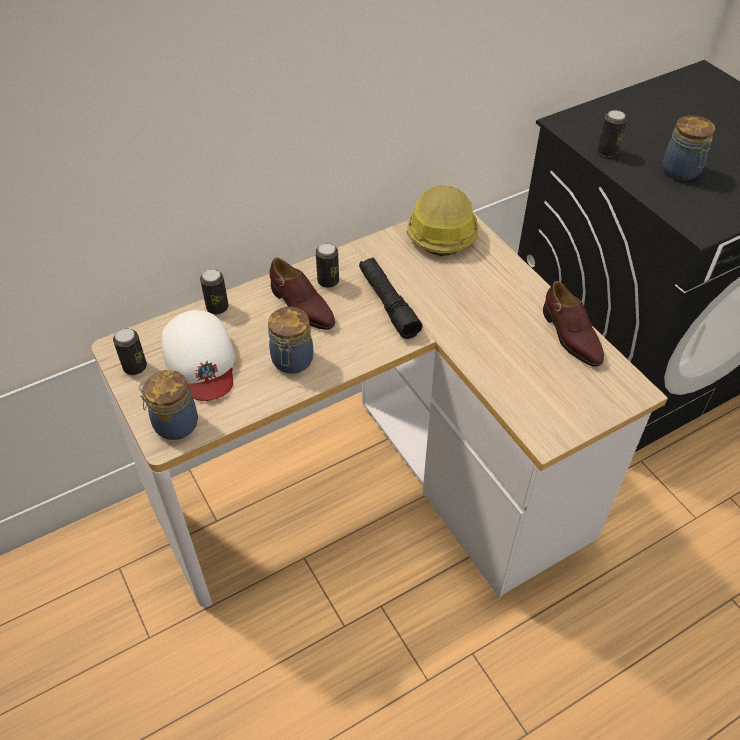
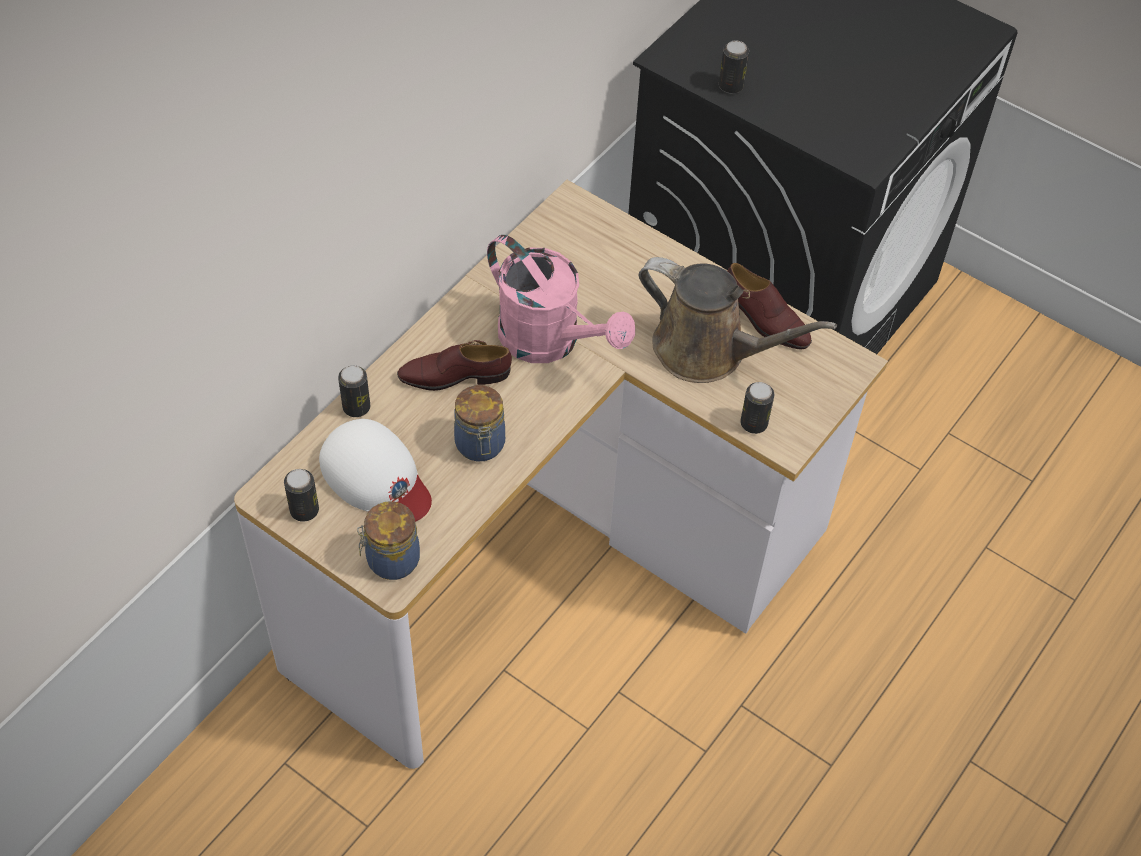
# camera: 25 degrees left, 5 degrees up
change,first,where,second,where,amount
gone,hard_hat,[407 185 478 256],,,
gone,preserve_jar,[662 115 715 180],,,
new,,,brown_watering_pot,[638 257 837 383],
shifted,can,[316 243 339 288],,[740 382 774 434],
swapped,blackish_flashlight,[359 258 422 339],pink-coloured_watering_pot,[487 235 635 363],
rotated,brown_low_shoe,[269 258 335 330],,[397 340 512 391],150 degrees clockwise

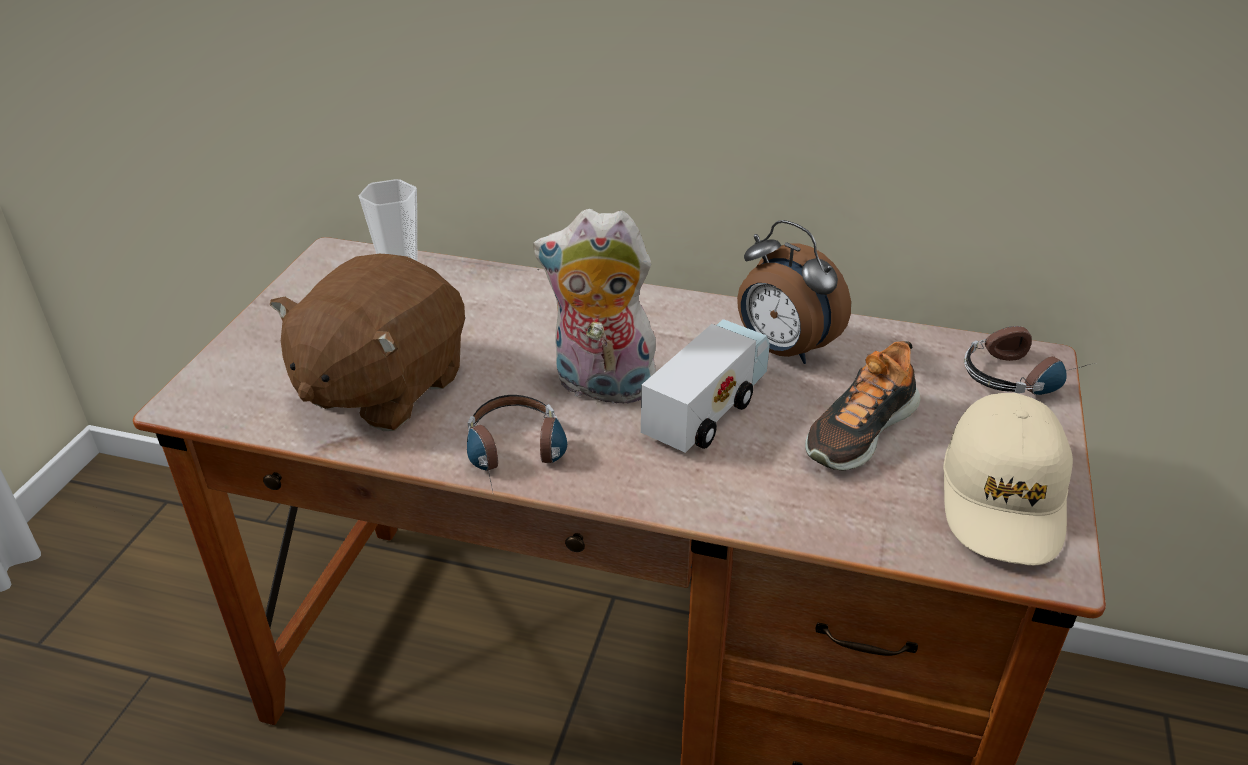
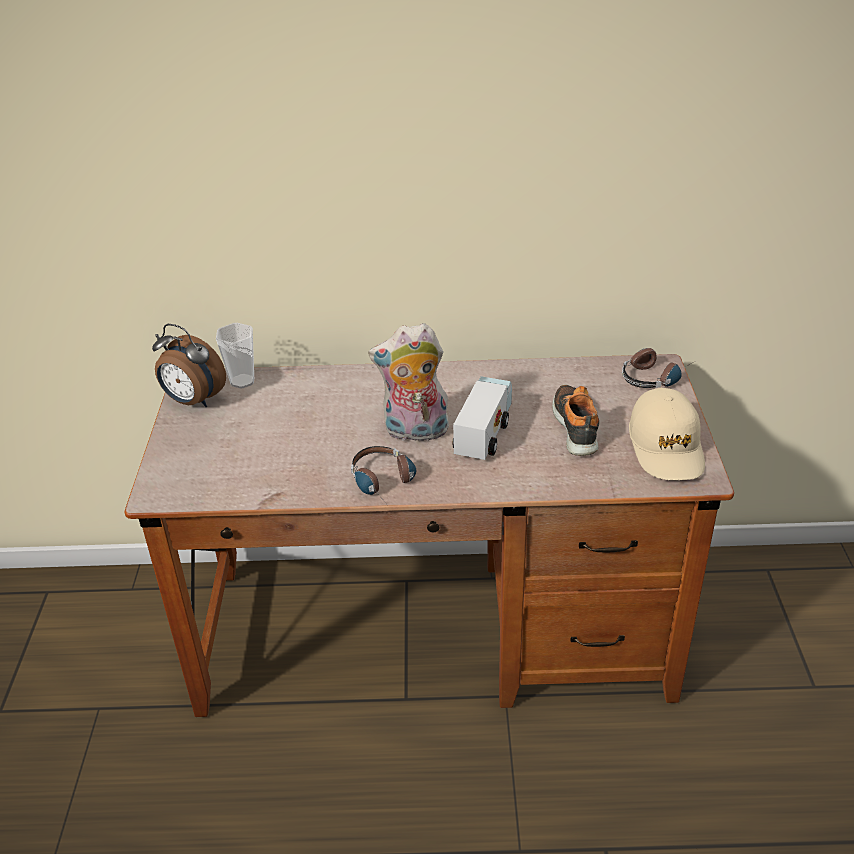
# camera: 15 degrees left, 0 degrees up
change,first,where,second,where,amount
gone,brown_cuddly_toy,[270 254 465 431],,,
shifted,table_clock,[737 220 851 364],,[152 324 226 407],
rotated,low_shoe,[805 341 921 471],,[552 385 599 456],150 degrees clockwise

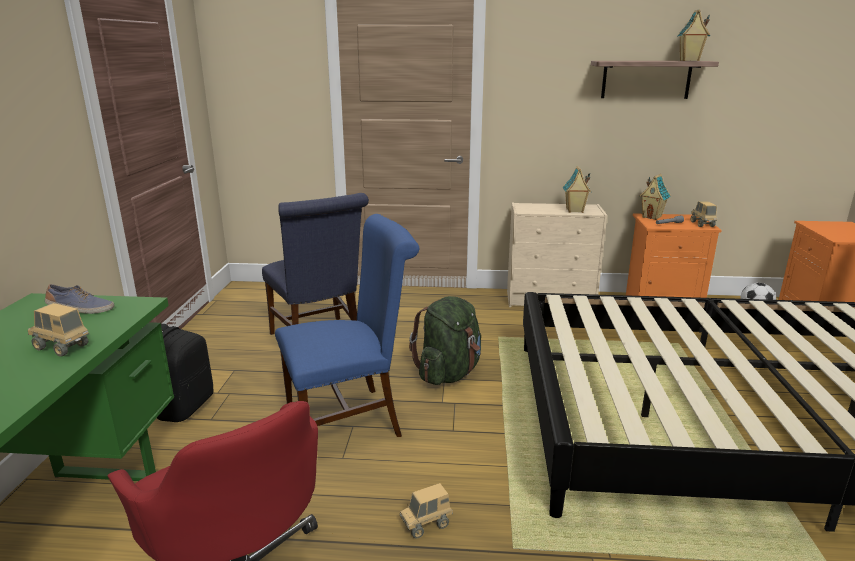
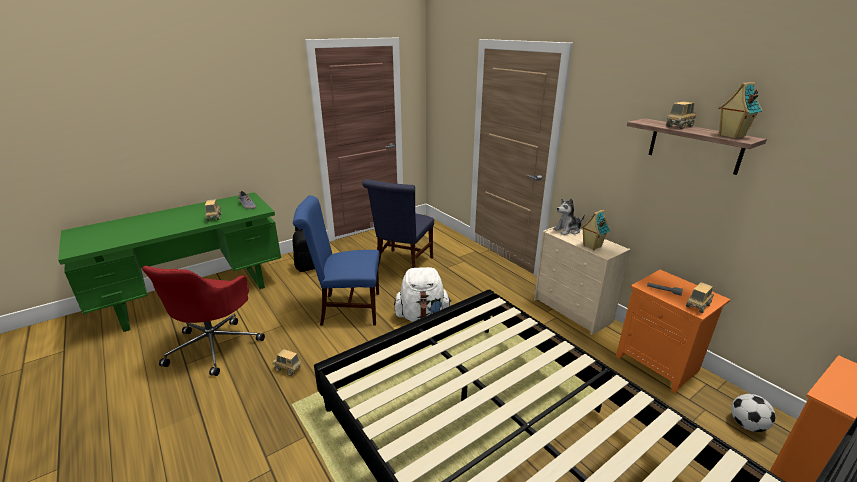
# camera: 50 degrees right, 5 degrees up
change,first,where,second,where,amount
gone,model_house,[639 174 671 220],,,
new,,,cuddly_toy,[553 198 585 235],
new,,,toy_truck,[666 101 696 129],
repainted,green_knapsack,[409 296 481 385],whitish_knapsack,[394 267 451 322],
rotated,bluish_chair,[275 214 419 437],,[293 195 380 326],150 degrees clockwise

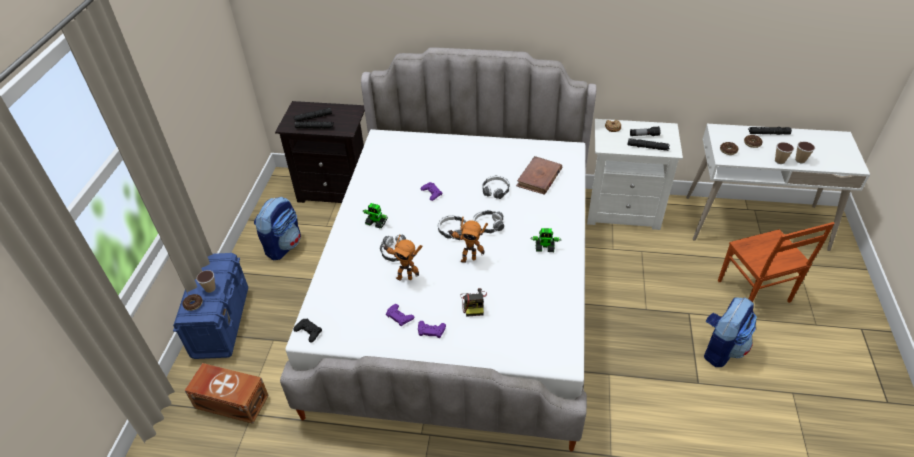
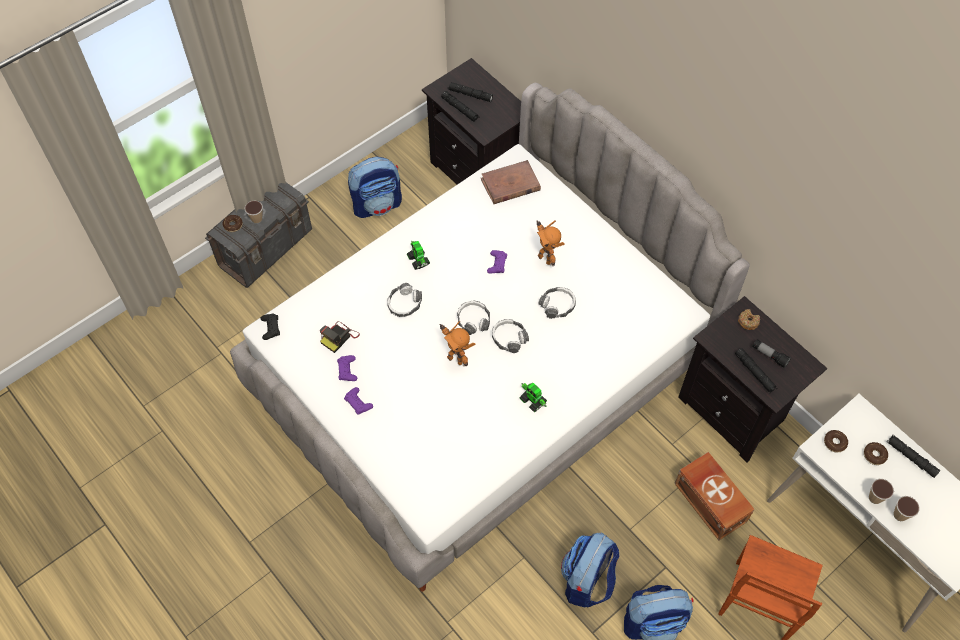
# camera: 40 degrees right, 15 degrees up
change,first,where,second,where,amount
new,,,knapsack,[561 533 620 607],
shifted,brown_storage_bin,[184 363 269 424],,[674 452 755 540],
shifted,robot_figure,[382 235 423 281],,[536 220 565 267],
shifted,still_camera,[461 288 487 317],,[320 321 360 353],
shifted,brown_volume,[516 156 562 195],,[480 160 541 204],
repainted,bluish_storage_bin,[173 253 248 359],gray_storage_bin,[205 182 312 288],
repainted,whitish_nightstand,[587 119 683 230],blackish_nightstand,[678 296 827 463],

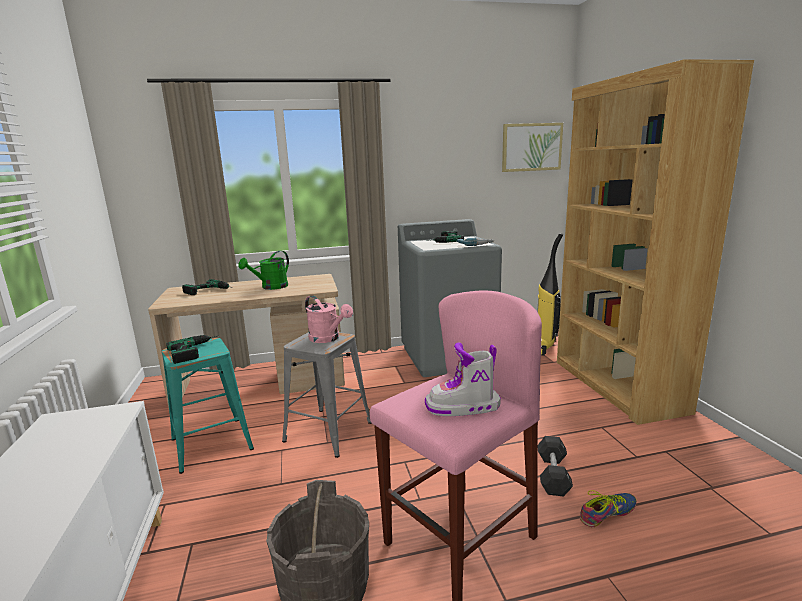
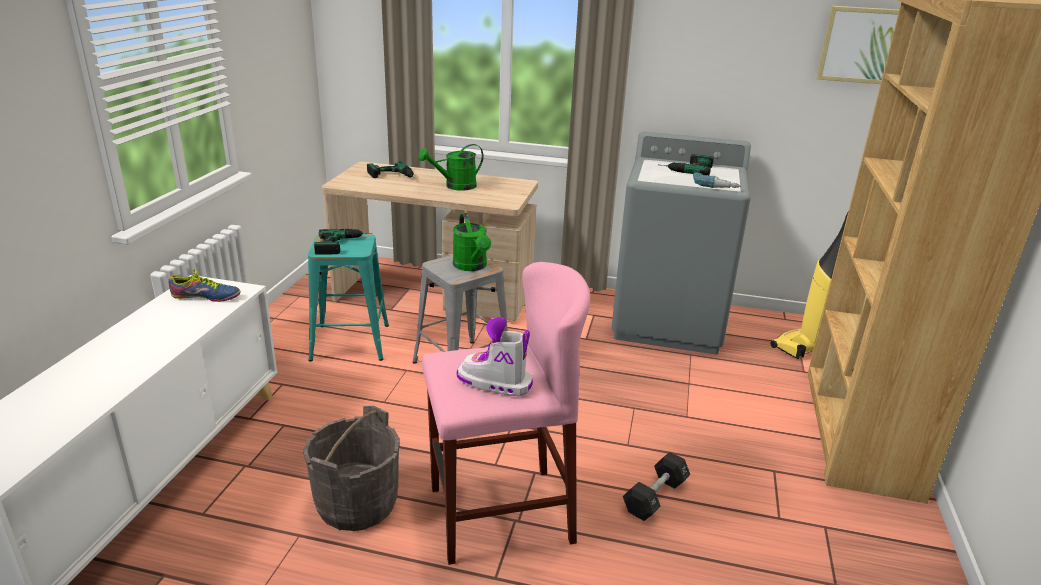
# camera: 25 degrees right, 10 degrees up
change,first,where,second,where,amount
shifted,low_shoe,[580 490 637 527],,[168 270 240 302],
repainted,pink-coloured_watering_pot,[305 295 353 343],green_watering_pot,[453 213 491 271],

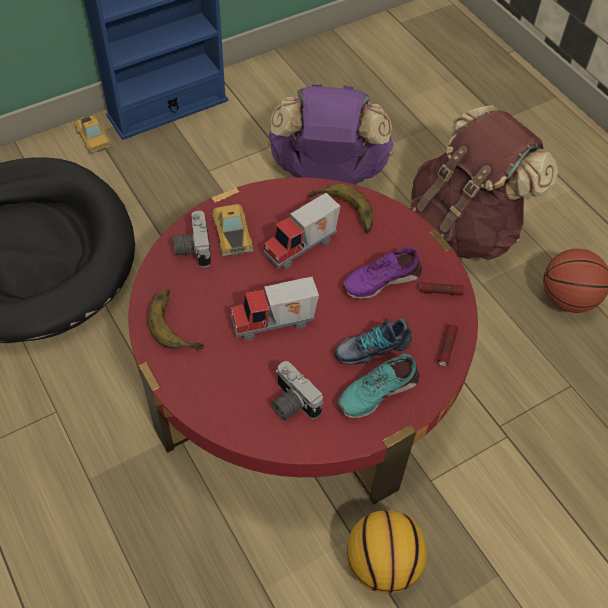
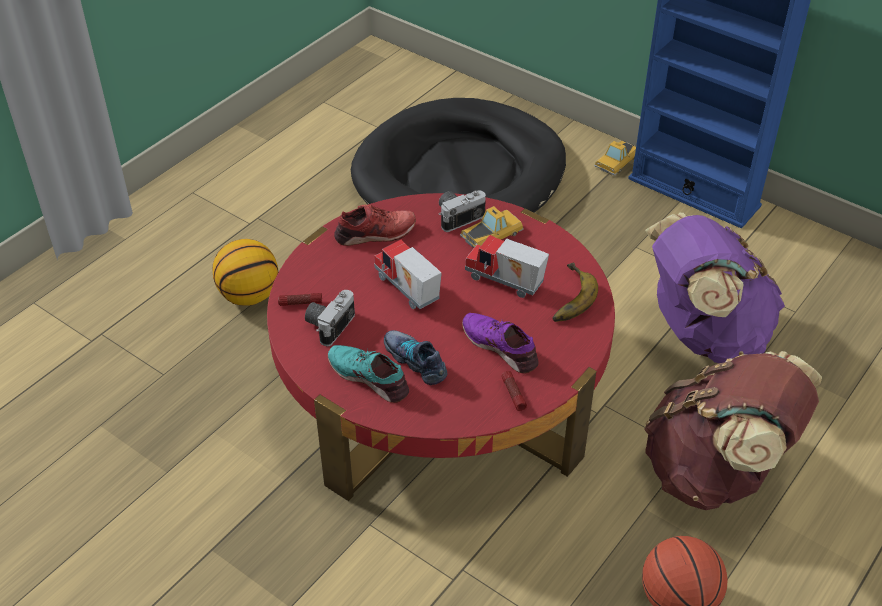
# camera: 70 degrees right, 10 degrees down
change,first,where,second,where,amount
shifted,ball_for_basketball,[347 510 427 593],,[213 239 278 306],
shifted,flashlight,[438 324 458 366],,[278 293 322 306],
swapped,banana,[148 290 204 351],red-coloured_low_shoe,[334 205 416 246],

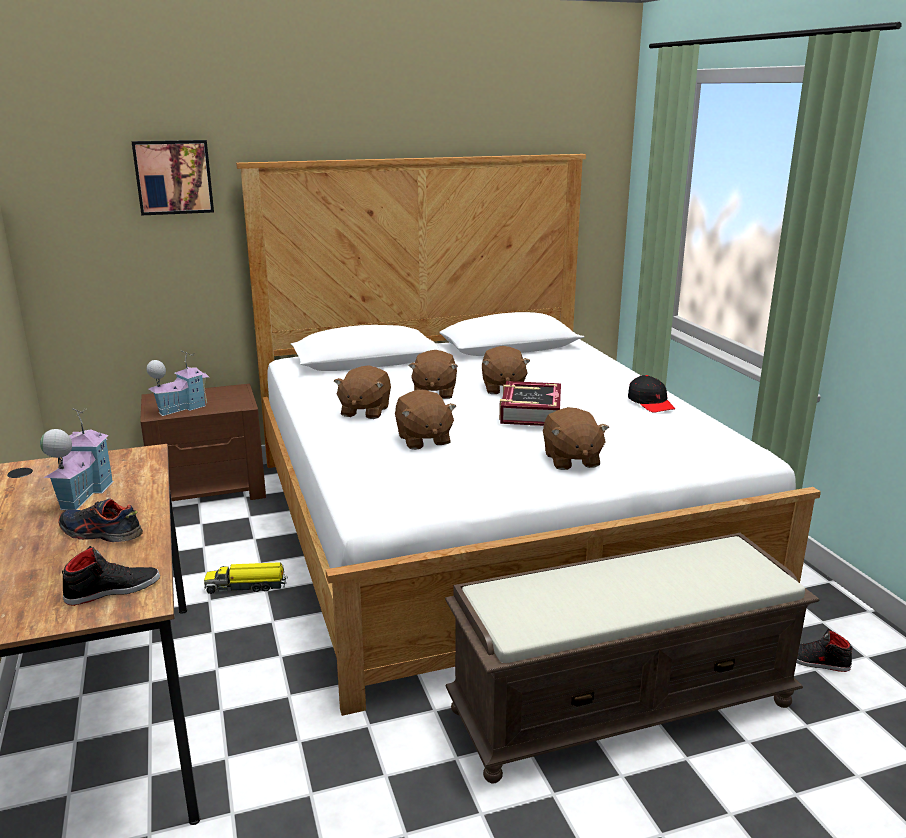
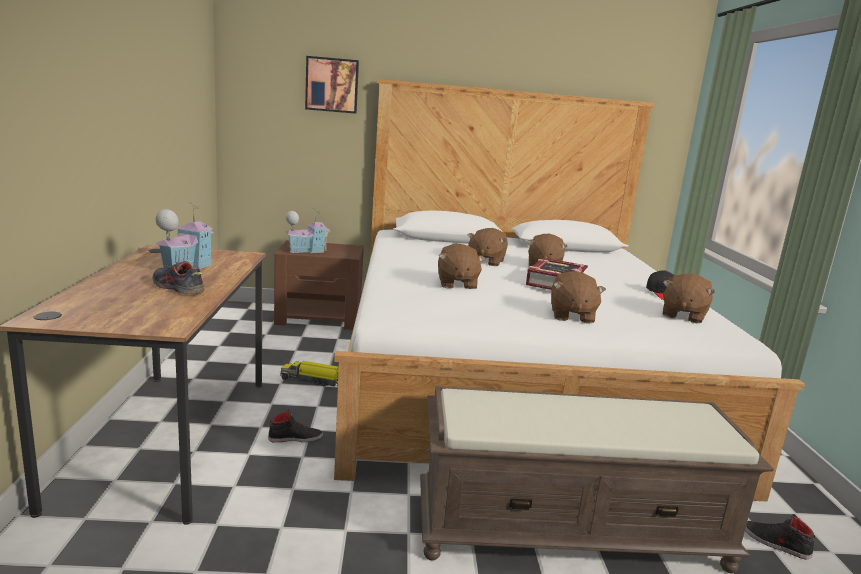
# camera: 15 degrees right, 5 degrees down
change,first,where,second,where,amount
shifted,blackish_low_shoe,[62 546 160 606],,[268 410 323 442],
shifted,brown_cuddly_toy,[334 365 391 419],,[663 274 715 323],

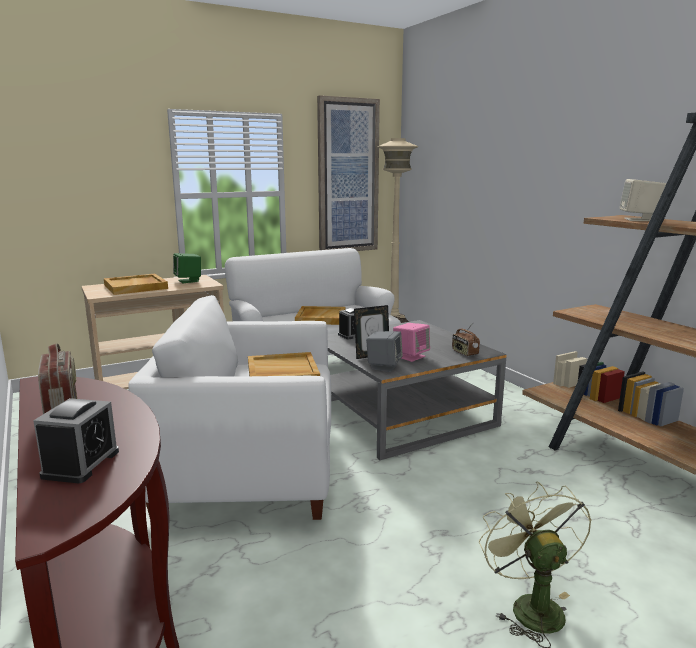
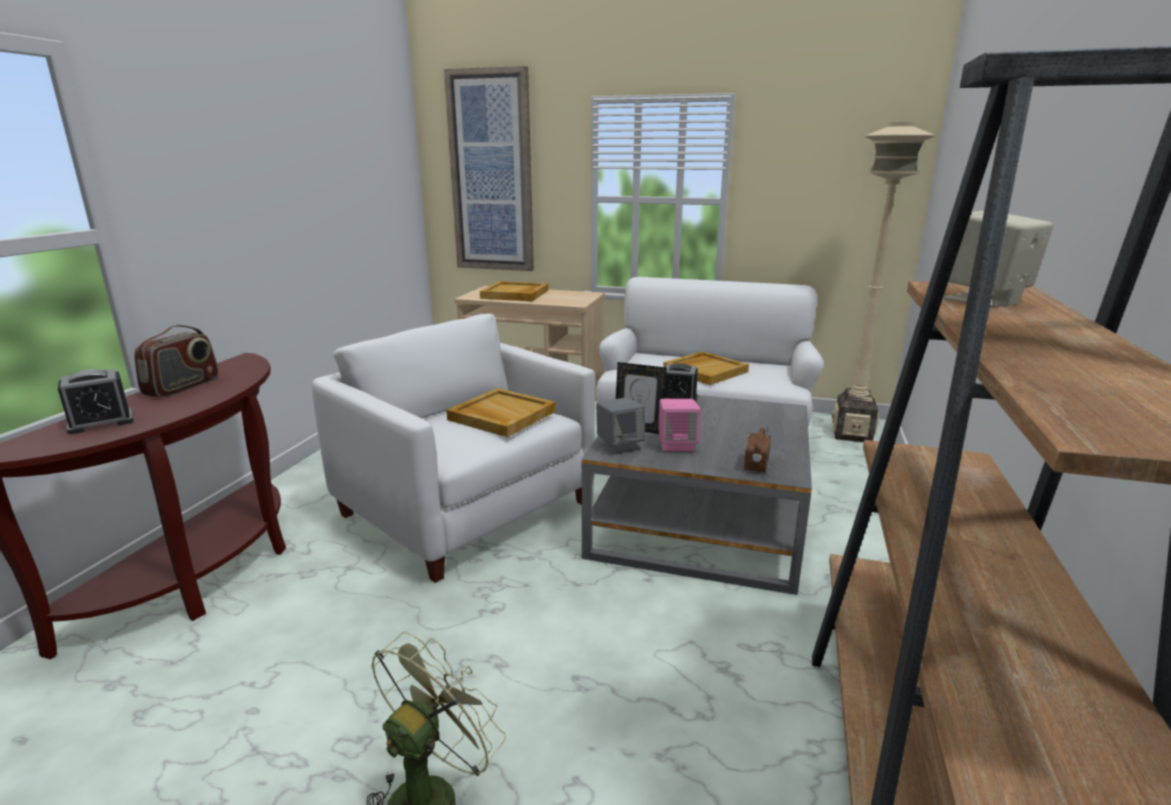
# camera: 45 degrees right, 5 degrees up
change,first,where,second,where,amount
gone,green_speaker,[173 253 201 283],,,
shifted,wall_picture,[317 95 380 251],,[444 66 534 271],

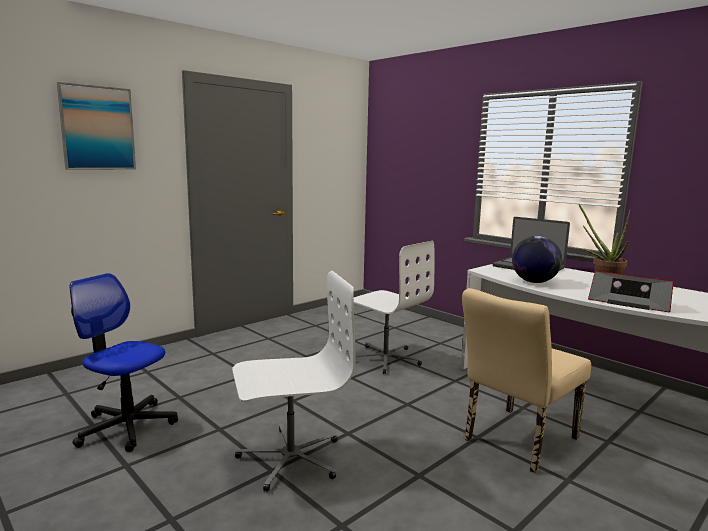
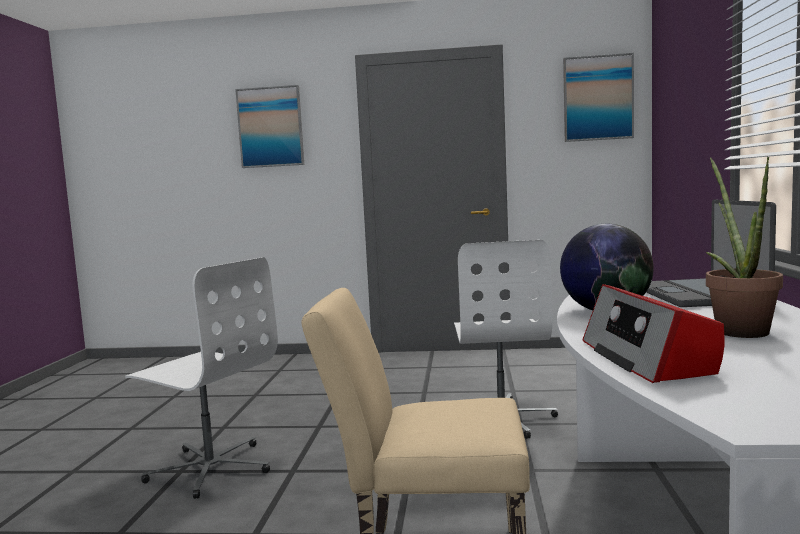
# camera: 50 degrees right, 5 degrees down
change,first,where,second,where,amount
gone,computer_chair,[70 273 178 452],,,
new,,,wall_picture,[563 53 634 142],

